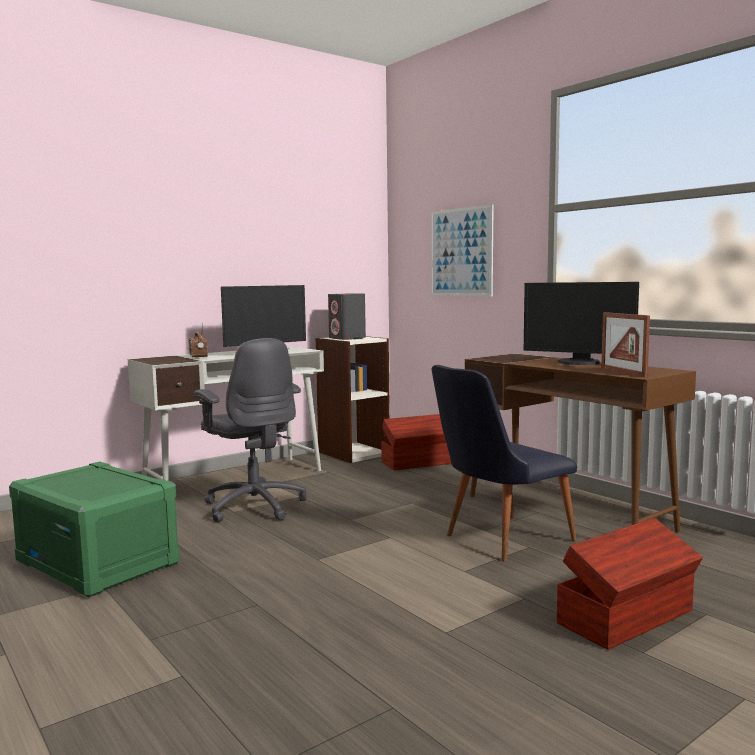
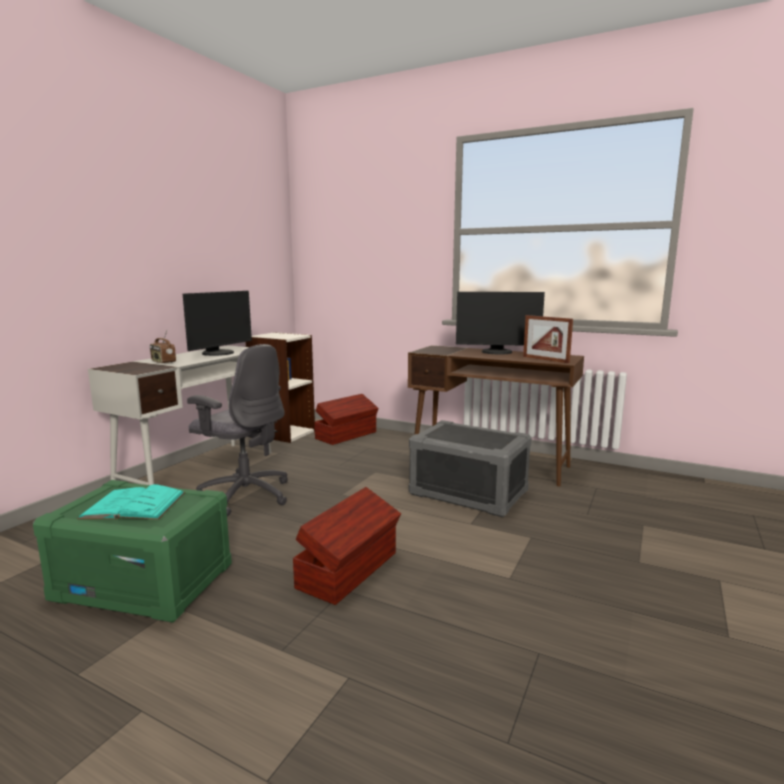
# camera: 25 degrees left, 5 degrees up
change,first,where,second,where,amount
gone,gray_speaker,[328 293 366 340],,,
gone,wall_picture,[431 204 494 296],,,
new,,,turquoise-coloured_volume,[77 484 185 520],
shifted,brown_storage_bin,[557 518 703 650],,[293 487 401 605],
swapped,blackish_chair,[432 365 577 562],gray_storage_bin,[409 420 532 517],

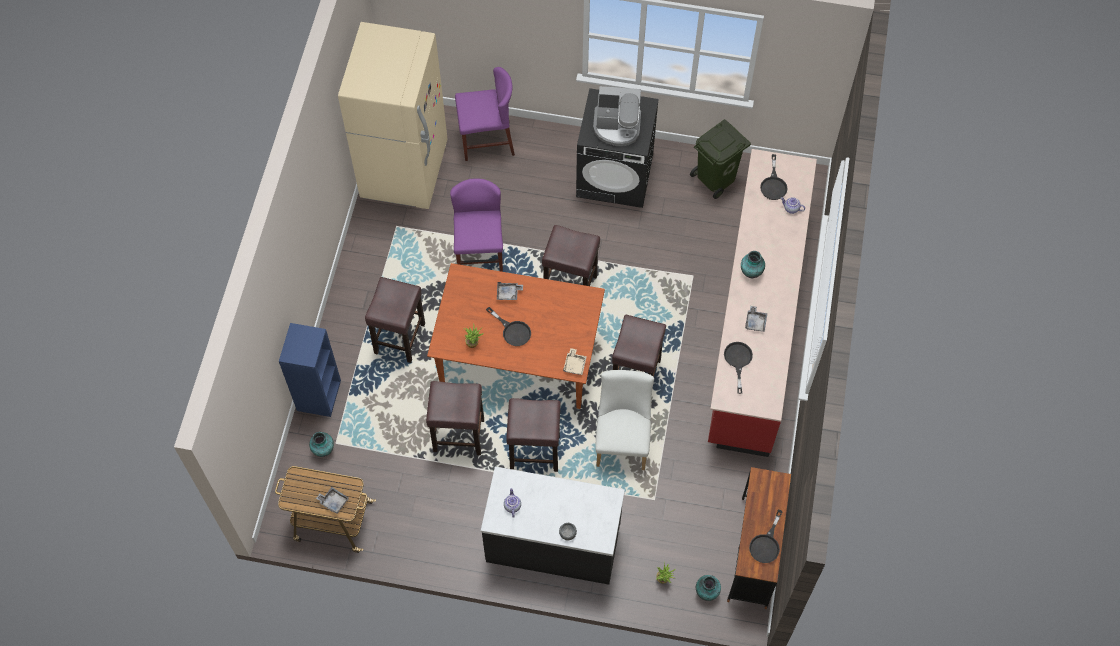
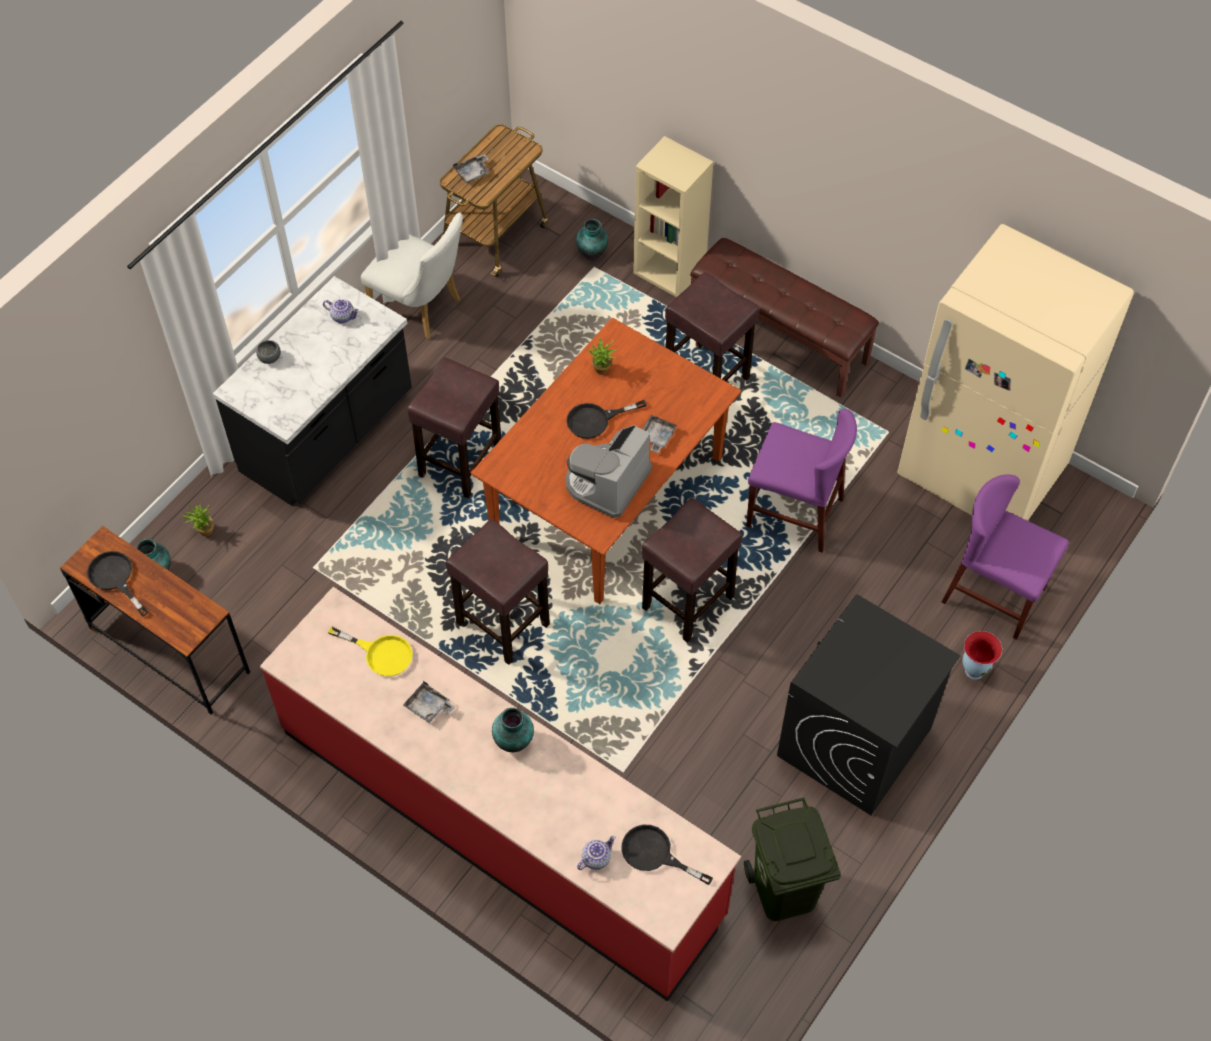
# camera: 115 degrees right, 5 degrees down
change,first,where,second,where,amount
gone,brown_sitting_stool,[426 381 484 455],,,
gone,beige-coloured_serving_tray,[563 348 587 375],,,
new,,,brown_bench,[690 238 879 398],
new,,,flower_vase,[962 631 1002 680],
shifted,coffee_maker,[593 86 641 146],,[566 425 652 518],
shifted,whitish_chair,[595 370 654 470],,[361 212 463 339],
repainted,bluish_shelving_unit,[279 323 341 417],beige-coloured_shelving_unit,[633 136 713 297],
repainted,blackish_frying_pan,[724 342 753 394],yellowish_frying_pan,[328 627 412 676],
rotated,purplish_chair,[455 67 515 161],,[942 474 1068 640],105 degrees clockwise

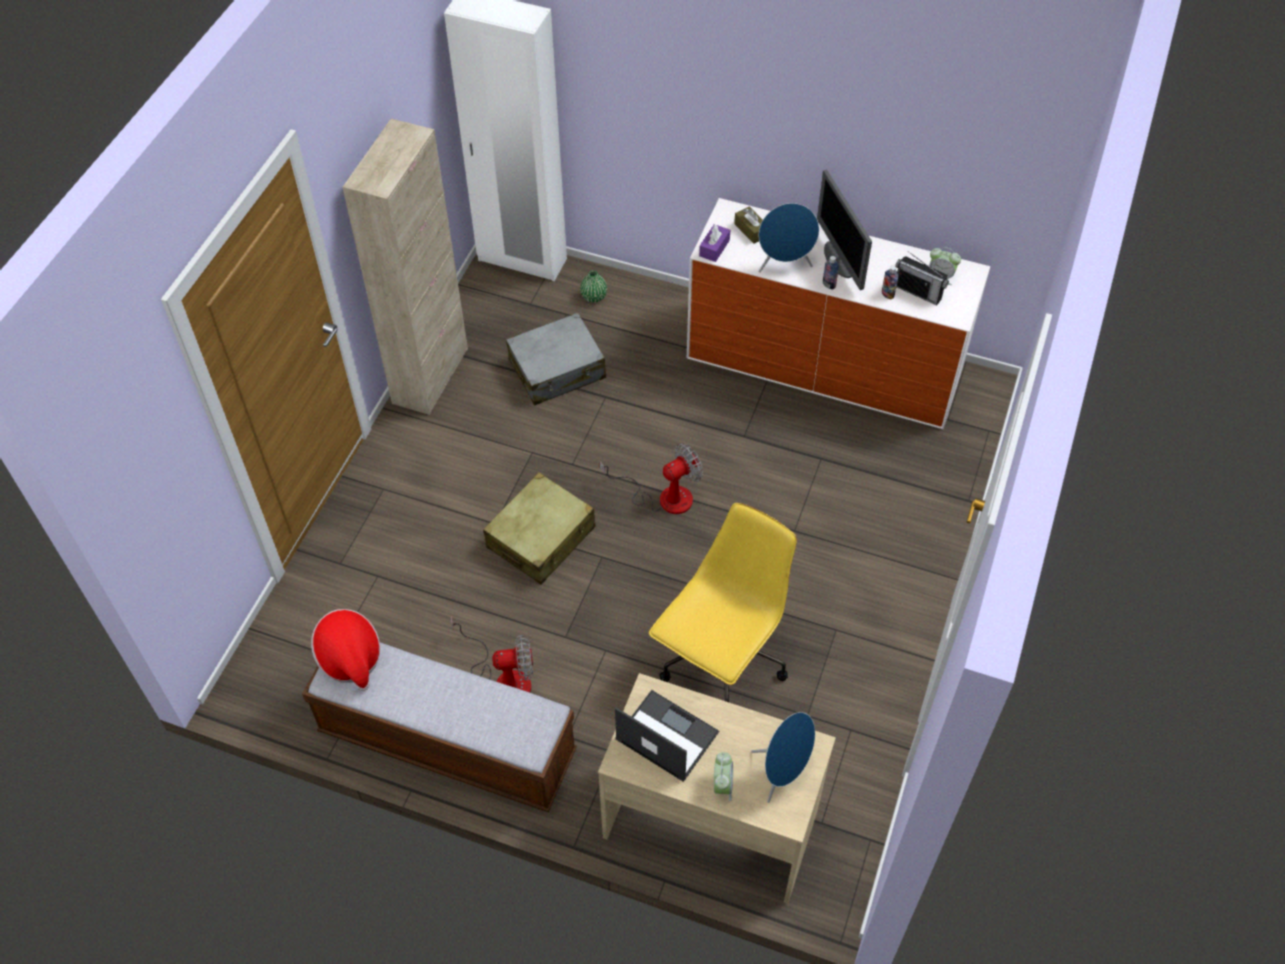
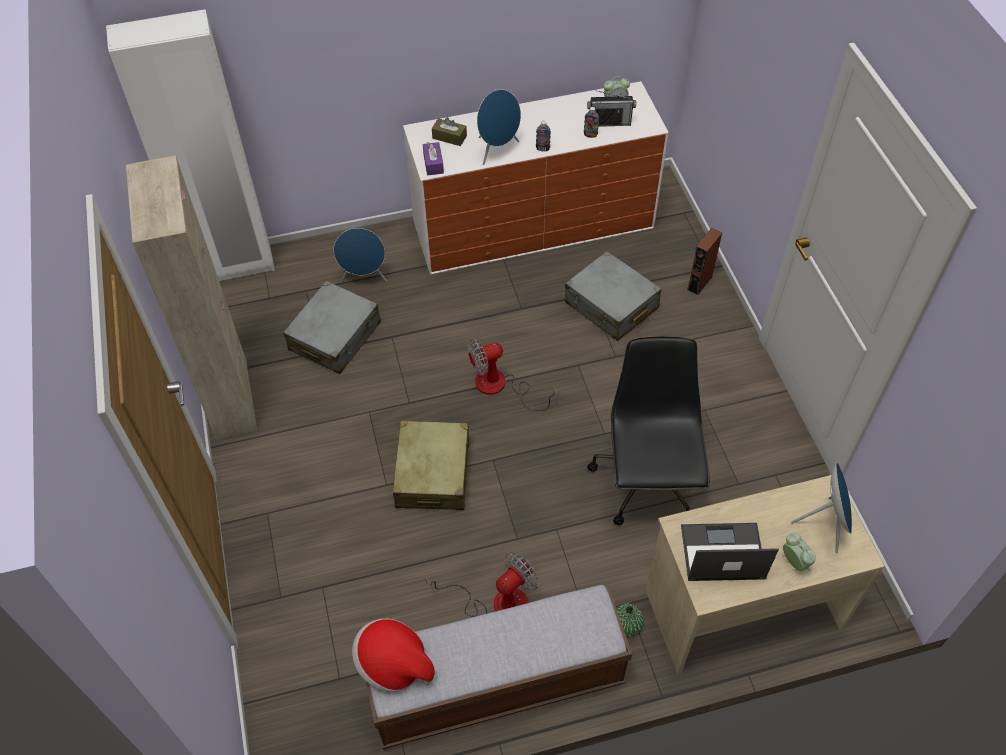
# camera: 35 degrees left, 0 degrees up
change,first,where,second,where,amount
gone,monitor,[817 170 872 290],,,
new,,,bluish_speaker,[334 228 387 281],
new,,,gray_piece_of_luggage,[565 251 661 341],
new,,,brown_speaker,[687 228 722 296],
shifted,green_flower_vase,[580 270 607 303],,[616 603 644 637],
repainted,yellowish_computer_chair,[649 503 797 702],blackish_computer_chair,[587 336 710 525],
rotated,cooling_fan,[599 443 703 514],,[467 339 557 411],135 degrees counterclockwise

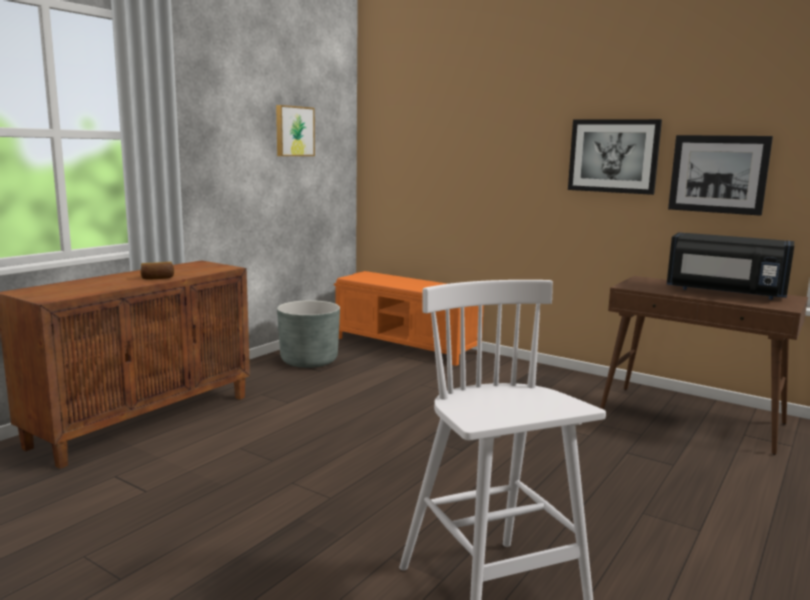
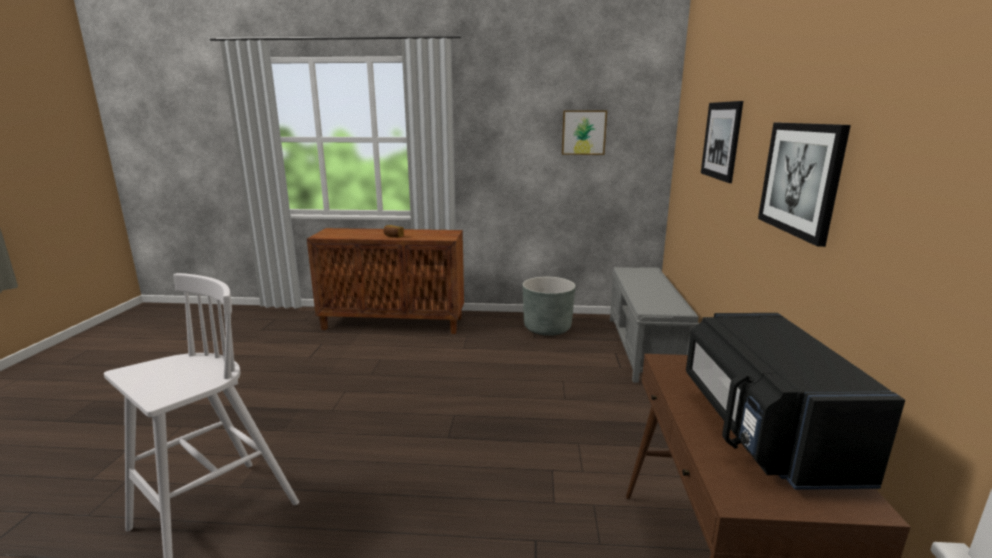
# camera: 60 degrees right, 5 degrees up
change,first,where,second,where,amount
shifted,wall_picture,[668 135 773 216],,[701 101 743 183],
repainted,orangey_bench,[334 271 484 366],gray_bench,[610 267 699 383],

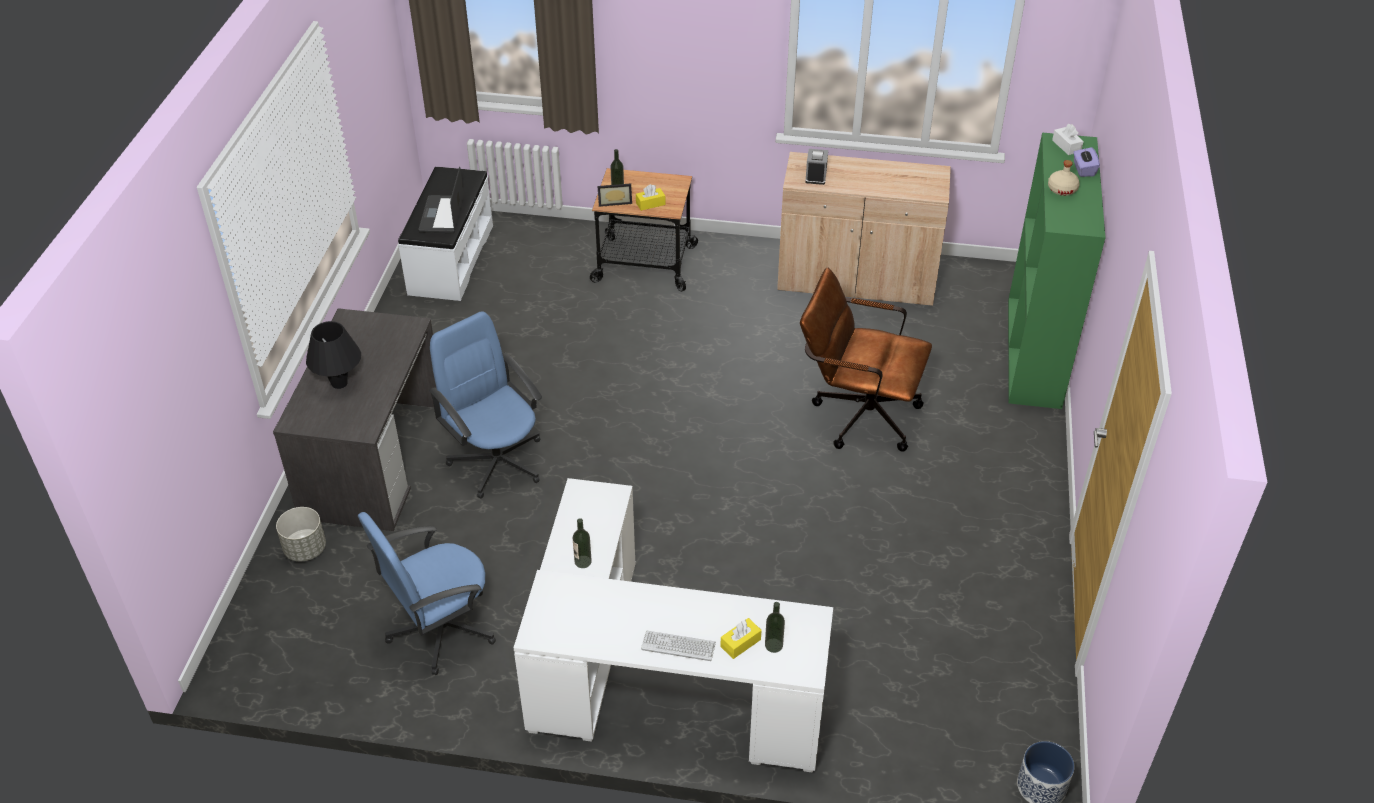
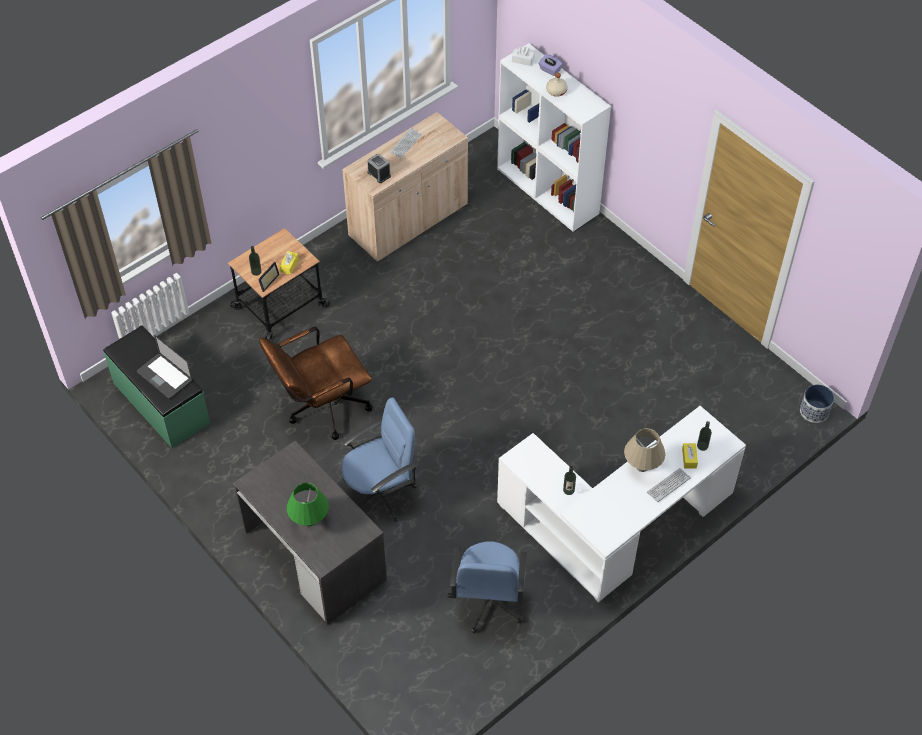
# camera: 50 degrees left, 10 degrees up
change,first,where,second,where,amount
gone,gray_flower_pot,[276 507 326 561],,,
new,,,PC_keyboard,[390 128 422 158],
new,,,beige-coloured_table_lamp,[624 428 665 472],
shifted,brown_computer_chair,[800 268 932 452],,[259 327 372 440],
repainted,blackish_table_lamp,[306 321 361 389],green_table_lamp,[287 483 329 526],
repainted,whitish_bench,[398 167 493 301],green_bench,[103 326 210 448],
repainted,green_shelving_unit,[1008 132 1106 409],whitish_shelving_unit,[497 43 611 231],
rotated,bluish_computer_chair,[429 311 542 499],,[341 397 417 522],150 degrees clockwise

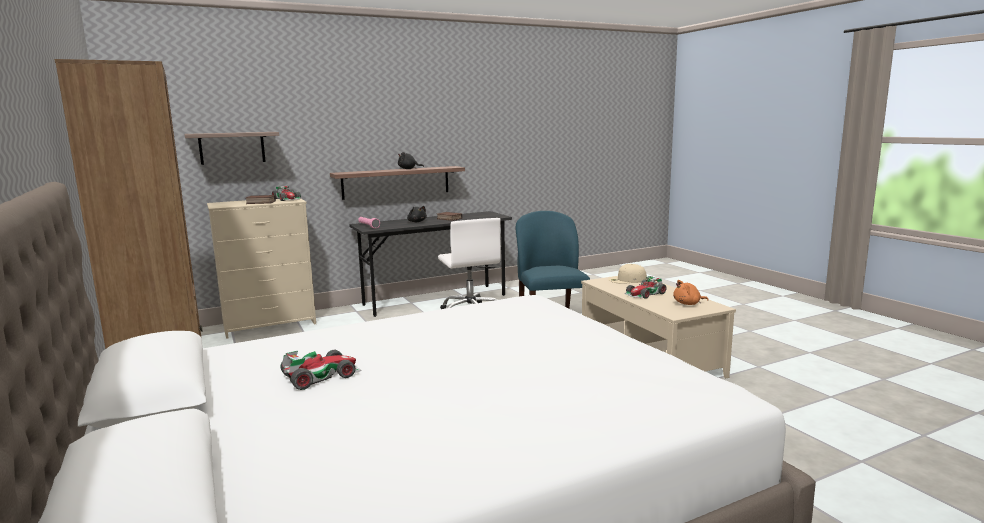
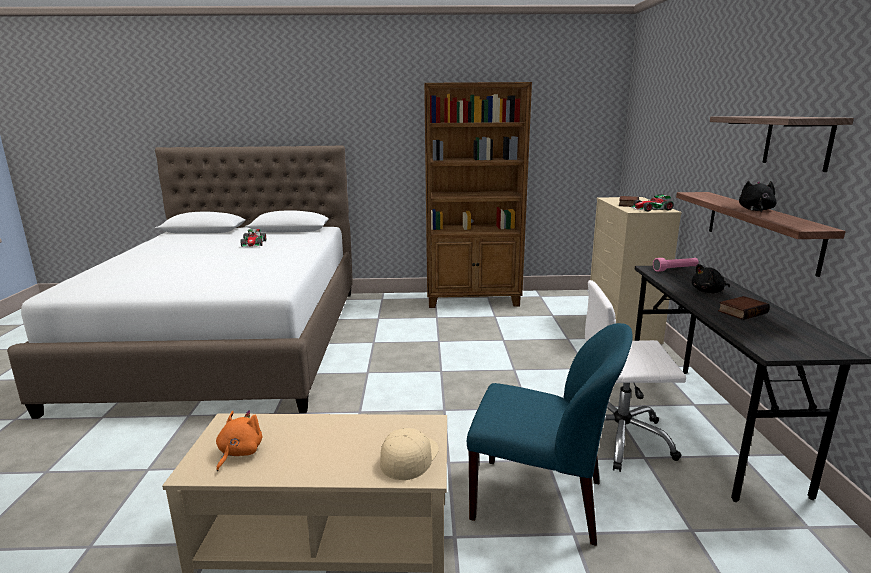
# camera: 115 degrees right, 5 degrees up
change,first,where,second,where,amount
gone,model_car,[624 276 667 299],,,
shifted,wall_shelf,[184 132 279 165],,[710 116 854 172],

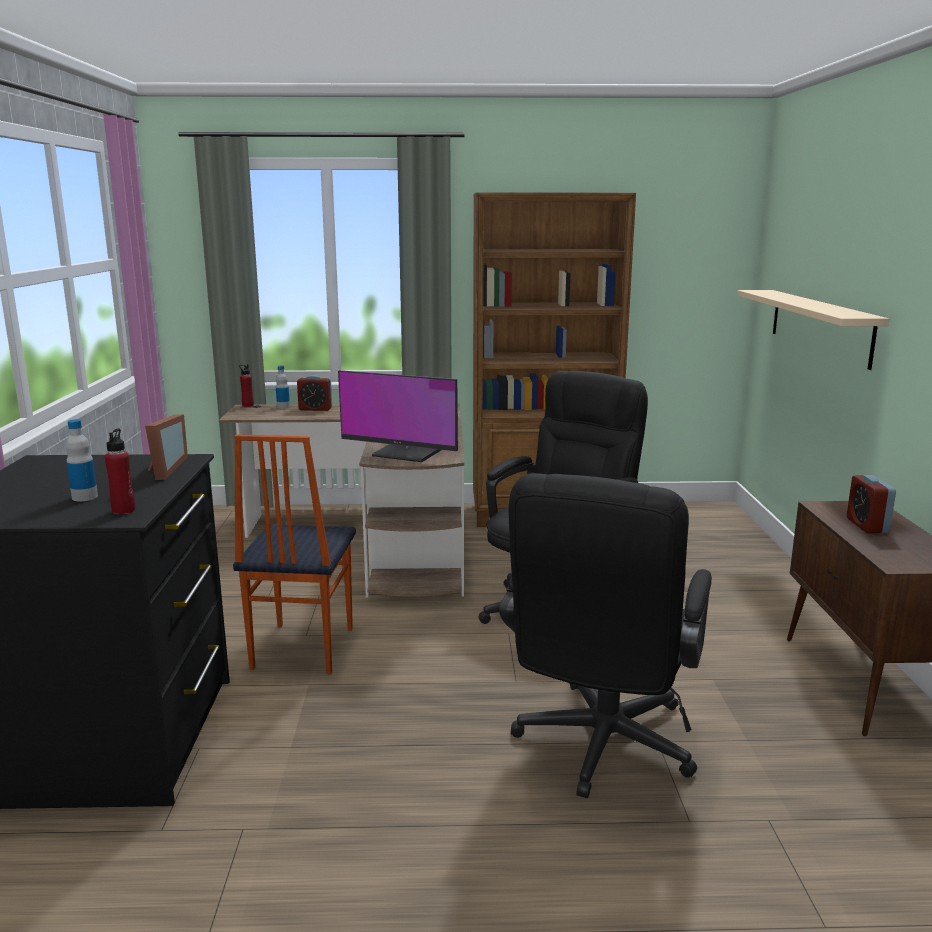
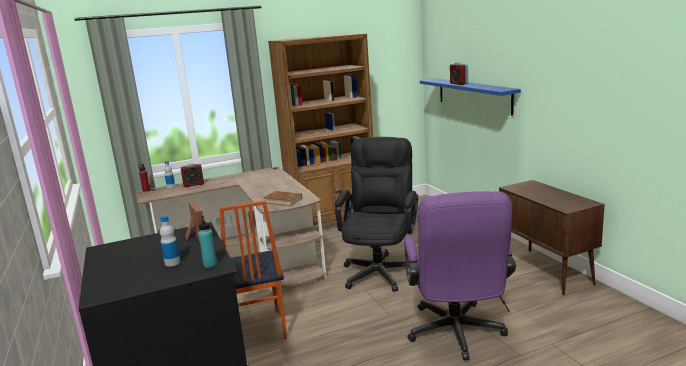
# camera: 20 degrees left, 0 degrees up
change,first,where,second,where,amount
shifted,table_clock,[847 475 896 533],,[450 62 468 85],
swapped,monitor,[338 370 458 462],brown_volume,[263 191 302 206],
repainted,red-coloured_bottle,[105 428 136 514],turquoise-coloured_bottle,[198 216 217 268],
repainted,blackish_computer_chair,[499 473 712 798],purplish_computer_chair,[404 191 516 360],
repainted,beige-coloured_wall_shelf,[737 290 889 370],bluish_wall_shelf,[420 78 521 116],

